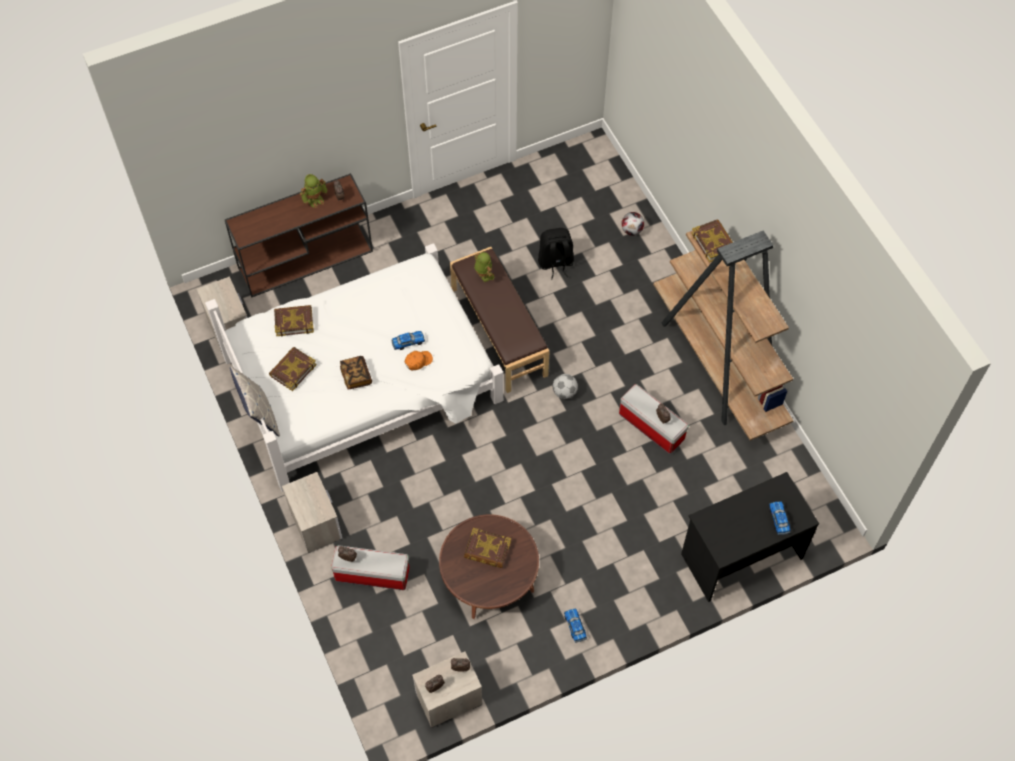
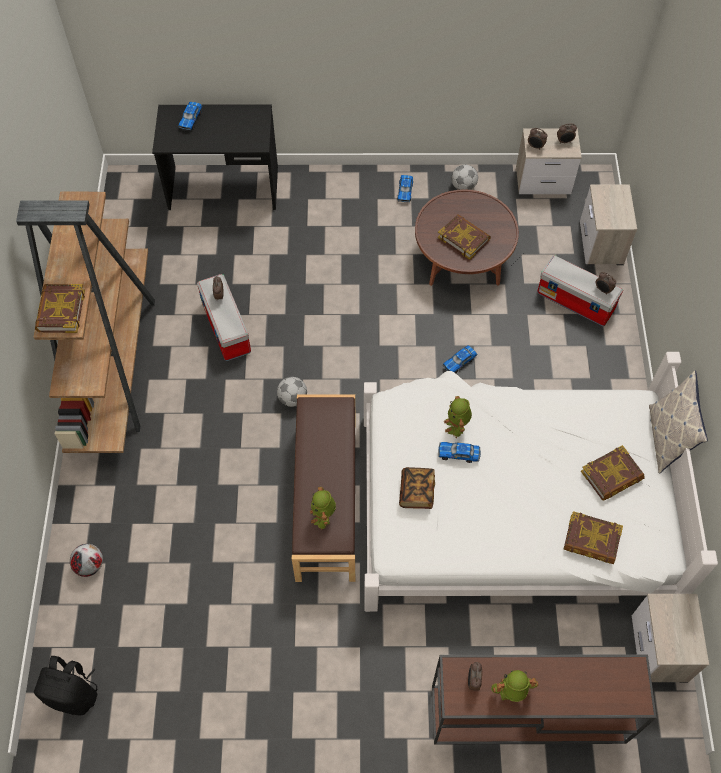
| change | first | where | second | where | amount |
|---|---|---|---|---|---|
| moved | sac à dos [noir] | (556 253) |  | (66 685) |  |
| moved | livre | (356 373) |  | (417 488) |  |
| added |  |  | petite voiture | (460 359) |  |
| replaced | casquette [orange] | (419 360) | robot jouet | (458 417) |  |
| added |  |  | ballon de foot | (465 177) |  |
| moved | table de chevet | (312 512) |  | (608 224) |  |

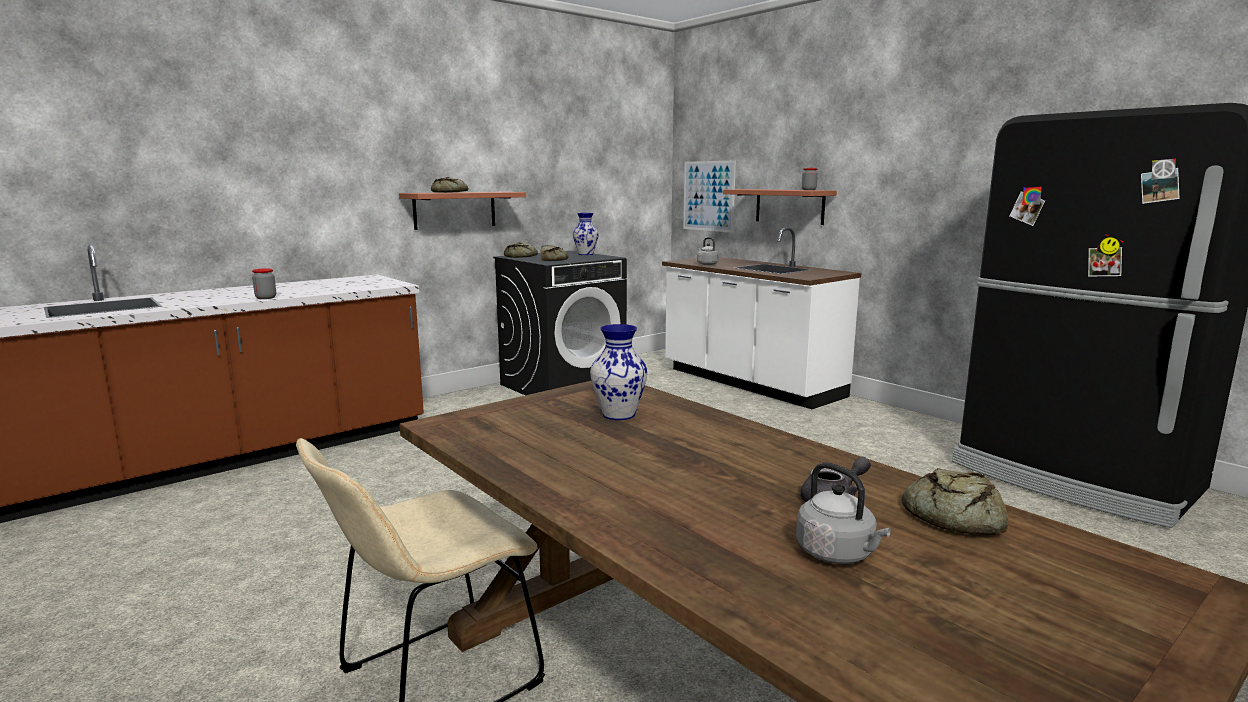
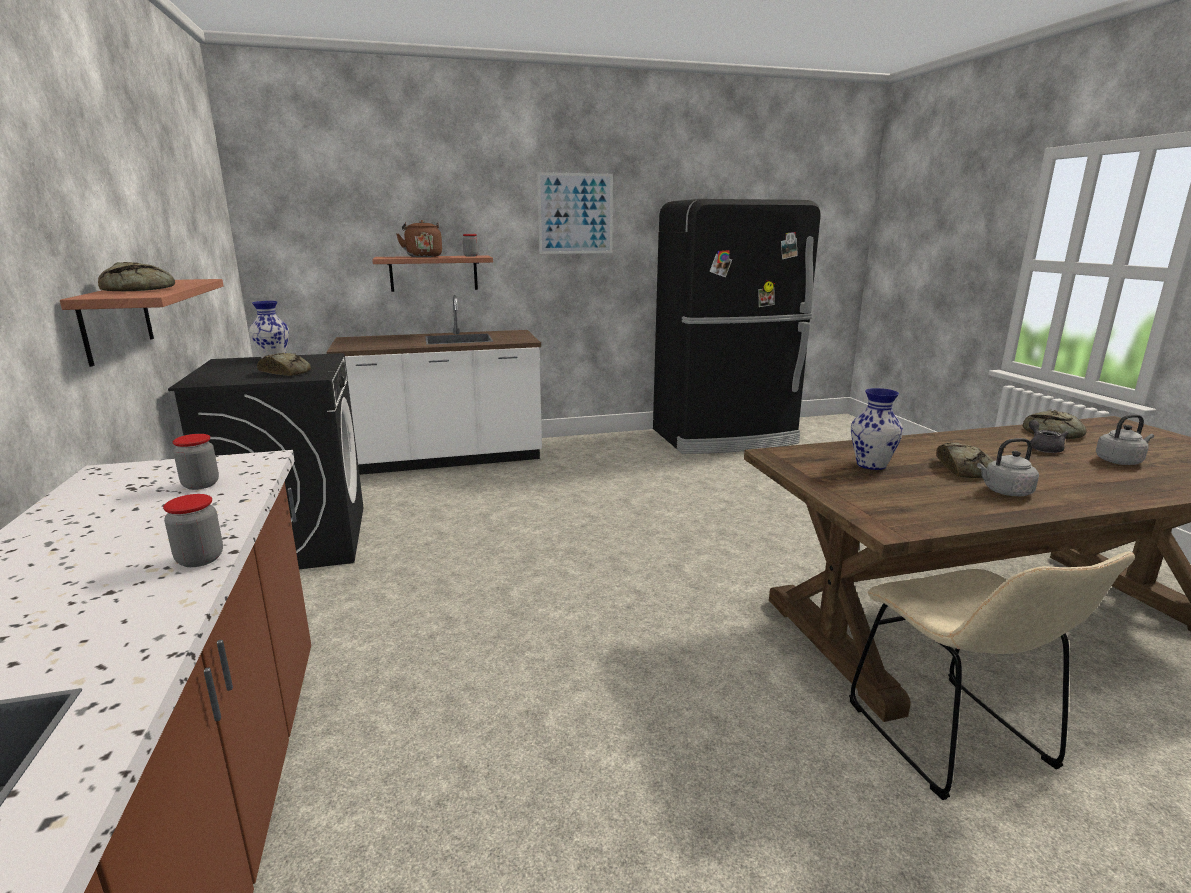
| change | first | where | second | where | amount |
|---|---|---|---|---|---|
| added |  |  | bocal | (195 462) |  |
| added |  |  | bouilloire [marron] | (419 238) |  |
| moved | tableau | (709 197) |  | (575 213) |  |
| moved | pain | (521 250) |  | (965 460) |  |
| moved | bouilloire [gris] | (708 251) |  | (1008 467) |  |

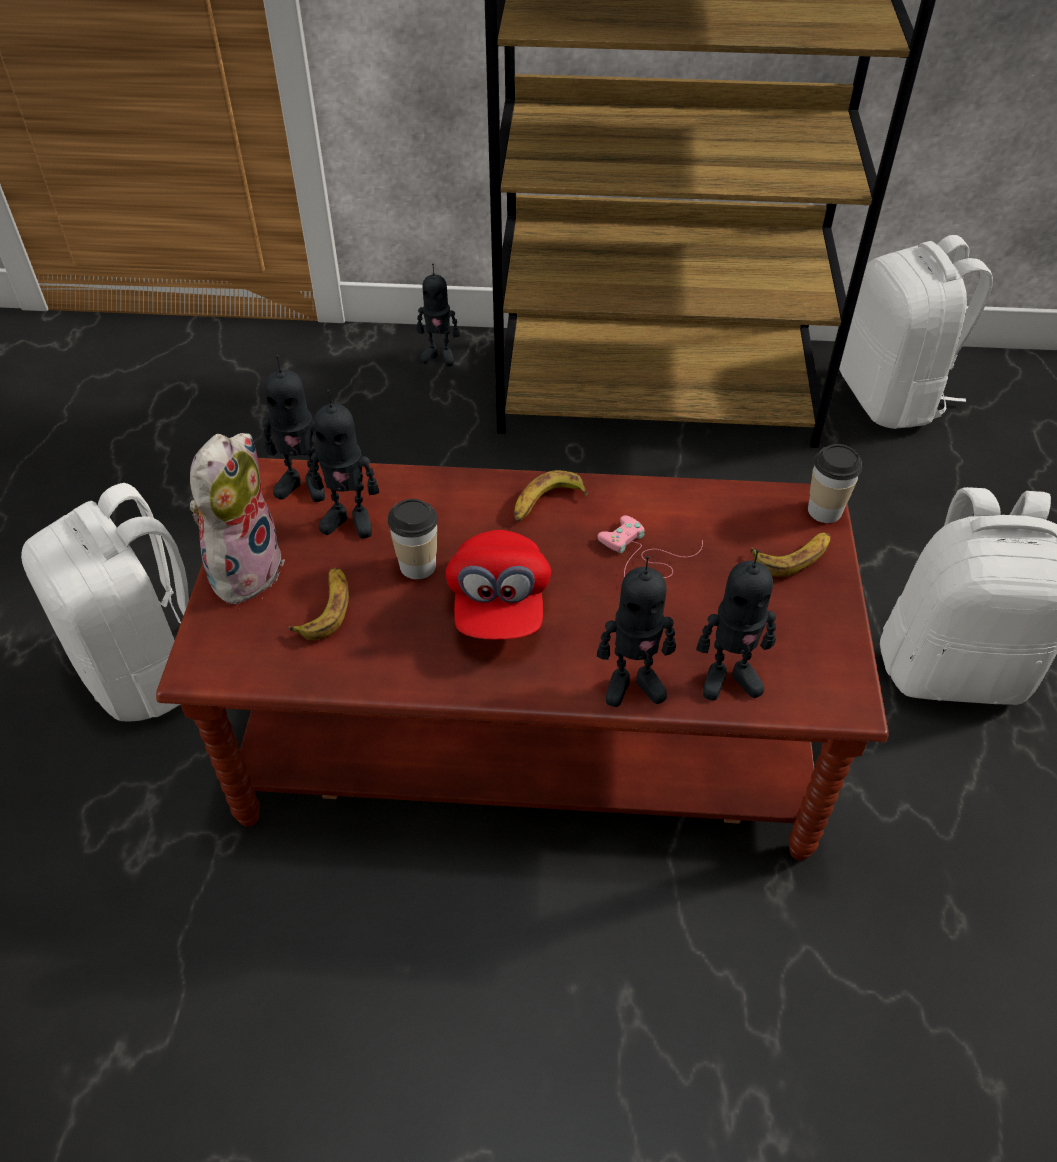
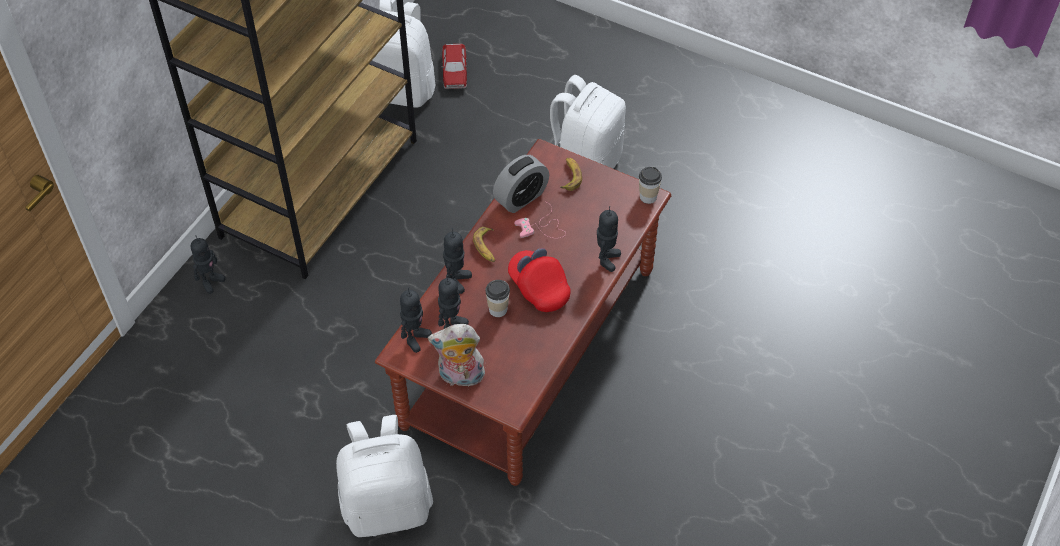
| change | first | where | second | where | amount |
|---|---|---|---|---|---|
| turned | peluche | (237 521) |  | (457 355) | 45 degrees counterclockwise |
| added |  |  | petite voiture | (454 66) |  |
| moved | robot jouet | (736 624) |  | (457 261) |  |
| added |  |  | réveil | (521 184) |  |
| turned | casquette [rouge] | (498 584) |  | (539 280) | 150 degrees counterclockwise |
| moved | tasse | (835 483) |  | (650 185) |  |
| removed | banane | (319 604) |  |  |  |

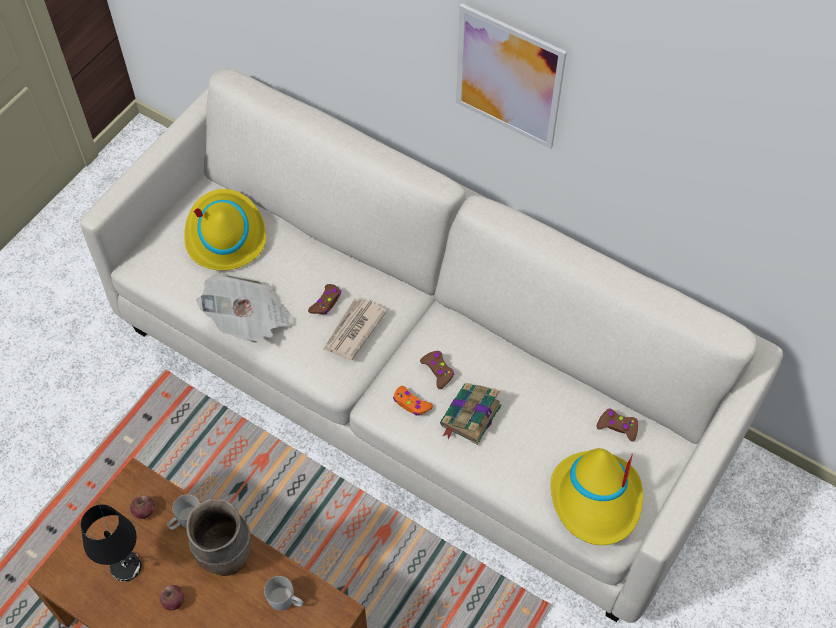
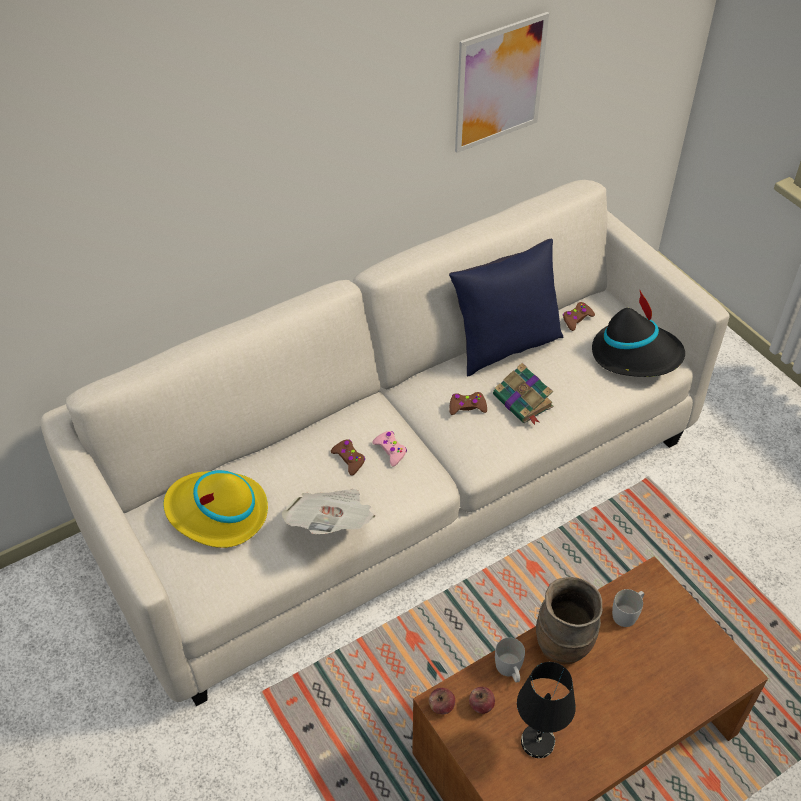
| change | first | where | second | where | amount |
|---|---|---|---|---|---|
| replaced | journal | (355 328) | manette [rose] | (390 449) |  |
| moved | pomme | (172 597) |  | (442 701) |  |
| added |  |  | coussin [bleu] | (506 307) |  |
| moved | tableau | (511 76) |  | (502 82) |  |
| recoloured | chapeau [jaune] | (596 496) | chapeau [noir] | (638 333) |  |
| removed | manette [orange] | (413 401) |  |  |  |

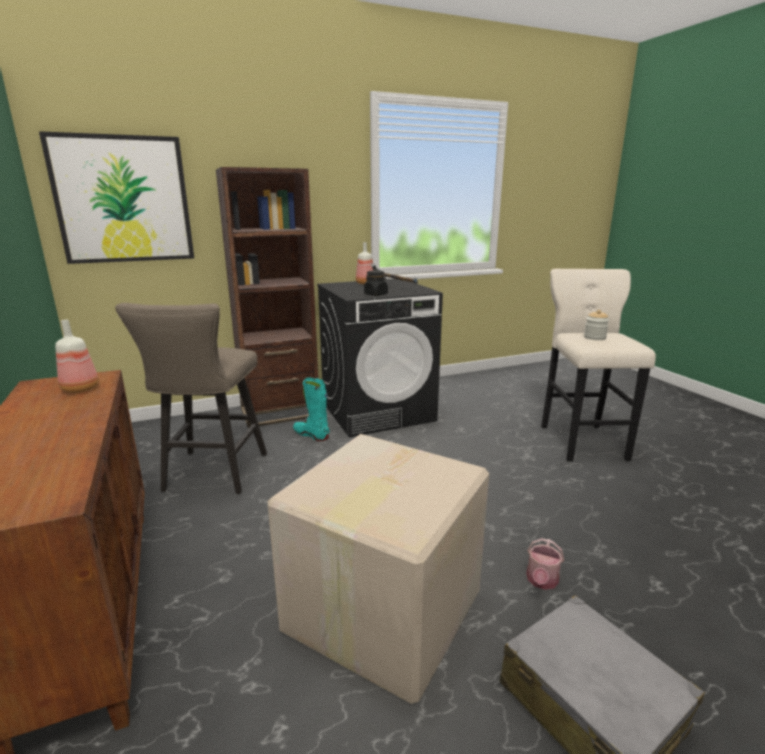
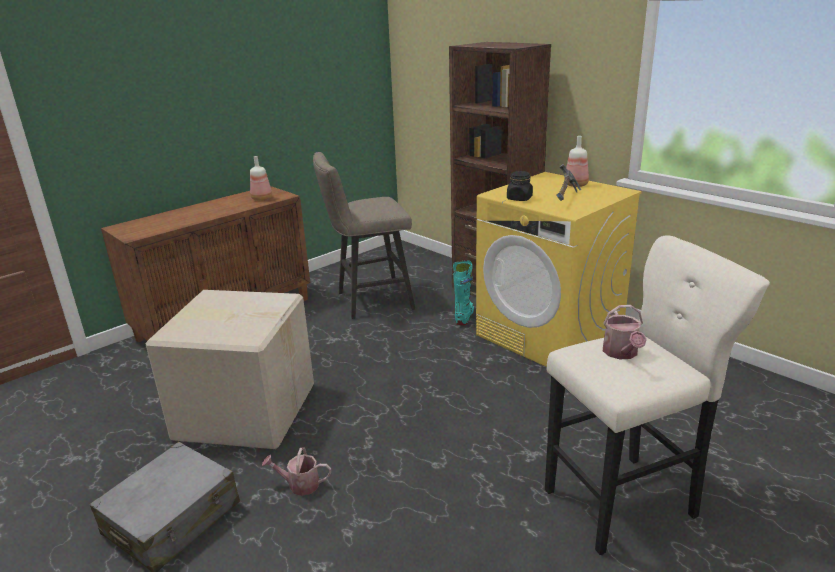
| change | first | where | second | where | amount |
|---|---|---|---|---|---|
| recoloured | lave-linge [noir] | (380 358) | lave-linge [jaune] | (559 269) |  |
| replaced | bocal | (596 325) | arrosoir | (625 332) |  |
| removed | tableau | (116 197) |  |  |  |

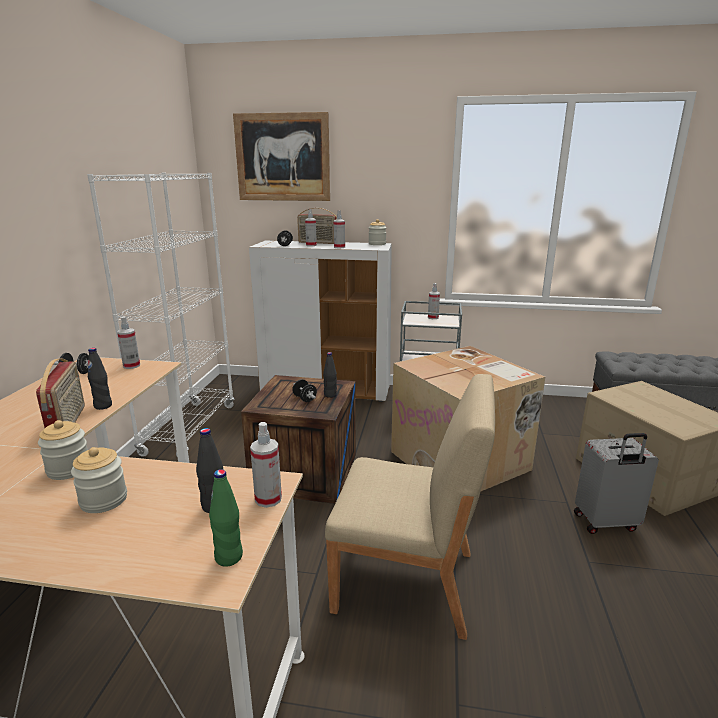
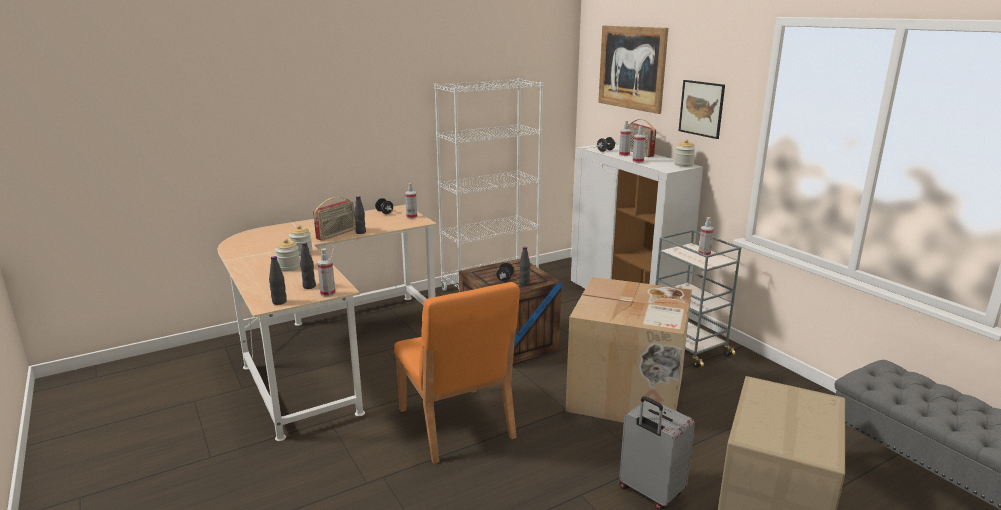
| change | first | where | second | where | amount |
|---|---|---|---|---|---|
| recoloured | bouteille [vert] | (226 518) | bouteille [noir] | (278 280) |  |
| recoloured | chaise [beige] | (410 507) | chaise [orange] | (457 373) |  |
| added |  |  | tableau | (702 109) |  |

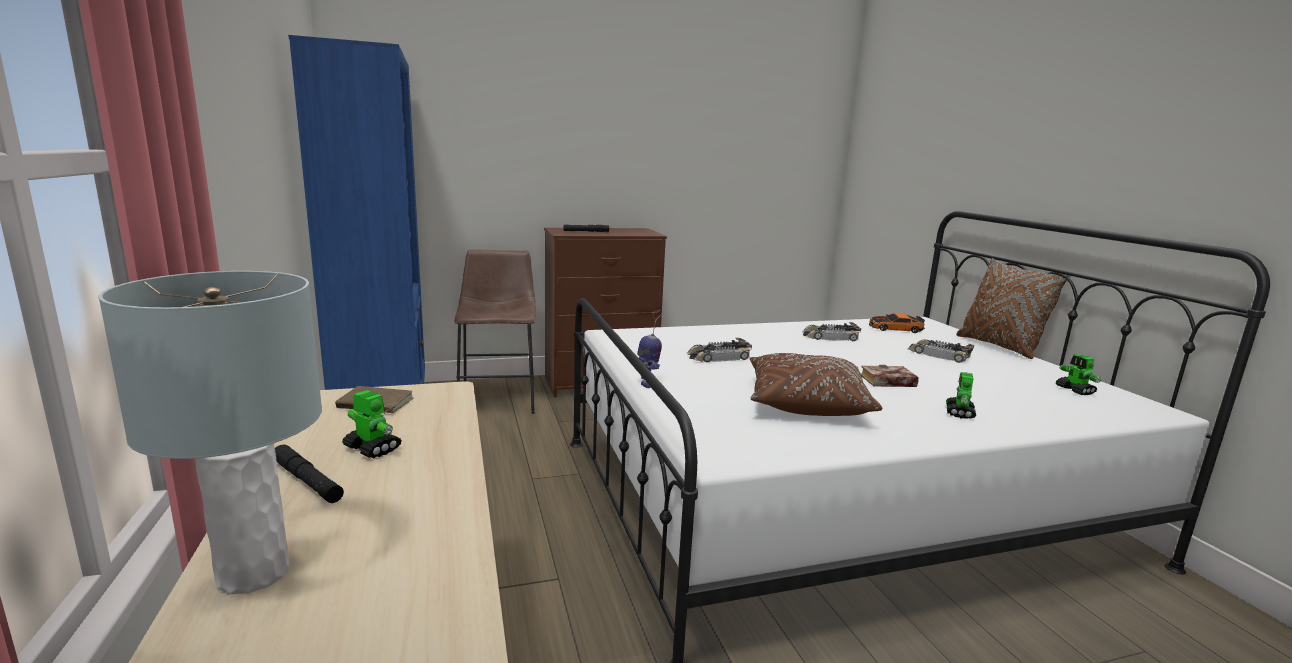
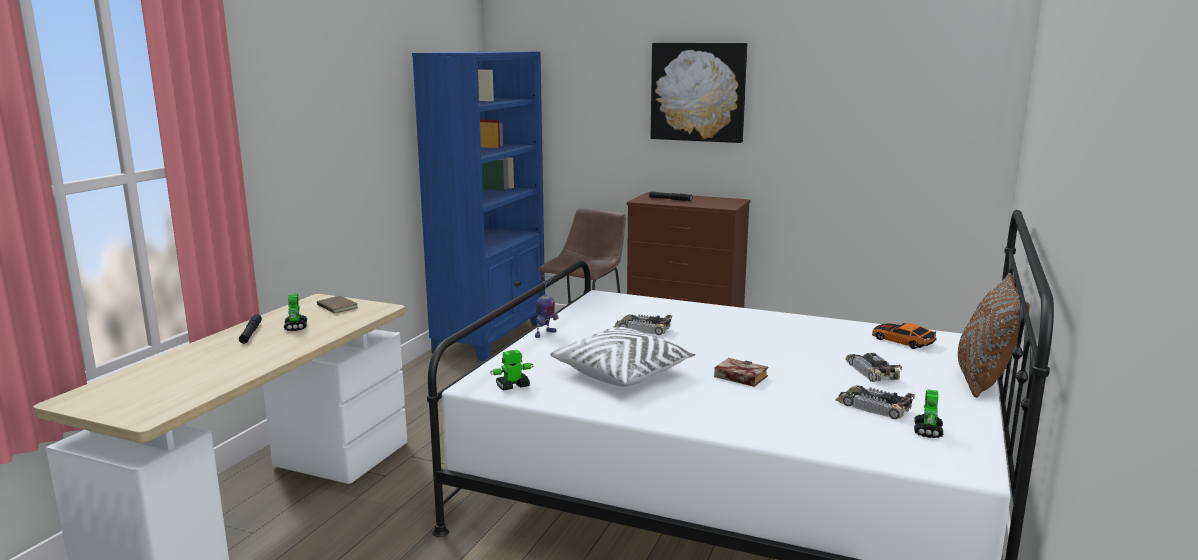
| change | first | where | second | where | amount |
|---|---|---|---|---|---|
| moved | robot jouet | (961 395) |  | (511 370) |  |
| recoloured | coussin [marron] | (816 384) | coussin [blanc] | (622 356) |  |
| added |  |  | tableau | (699 93) |  |
| moved | petite voiture | (831 331) |  | (875 402) |  |
| removed | lampe de table [gris] | (210 432) |  |  |  |

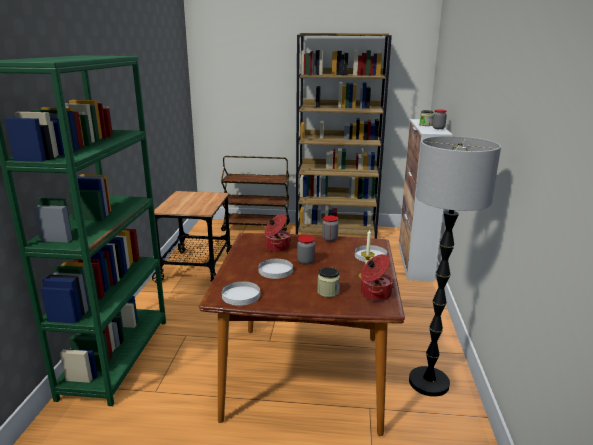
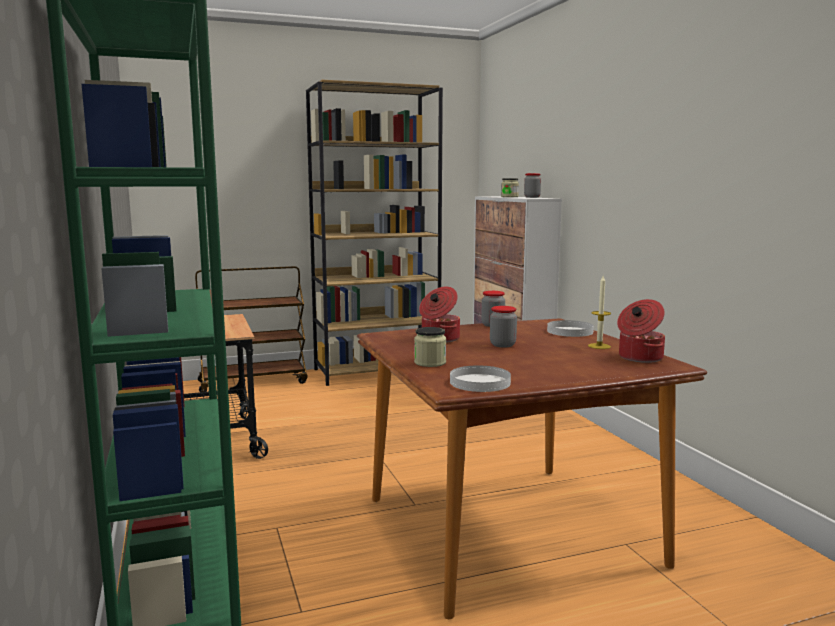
| change | first | where | second | where | amount |
|---|---|---|---|---|---|
| moved | bocal | (328 282) |  | (430 347) |  |
| removed | assiette [blanc] | (275 269) |  |  |  |
| removed | lampadaire | (455 266) |  |  |  |

